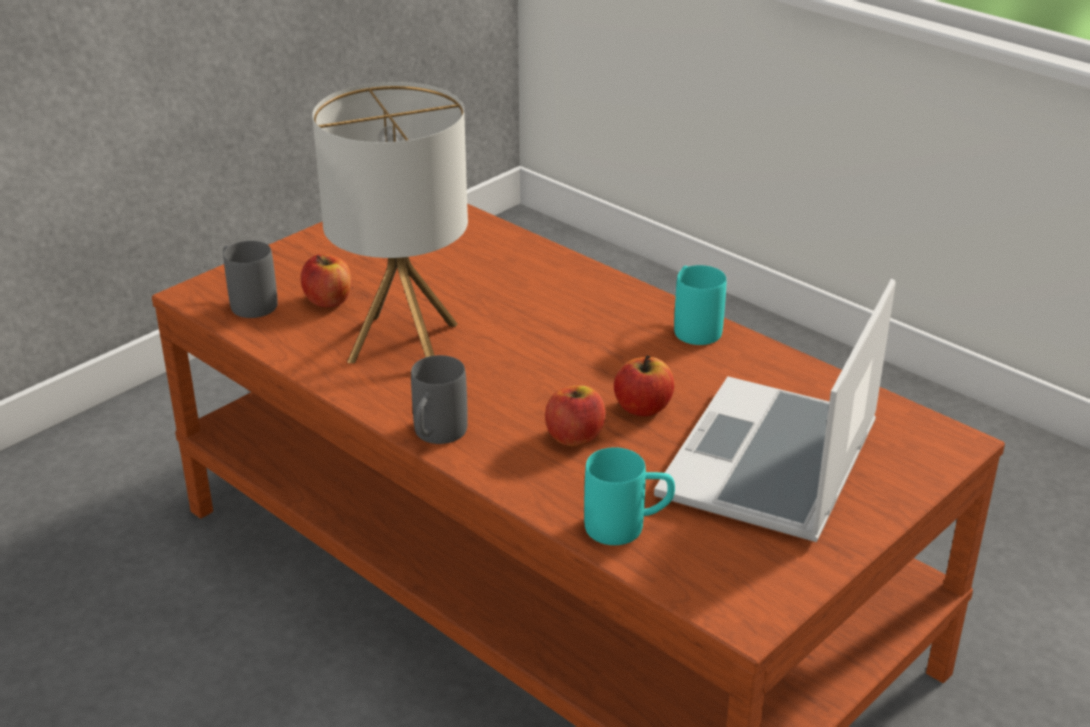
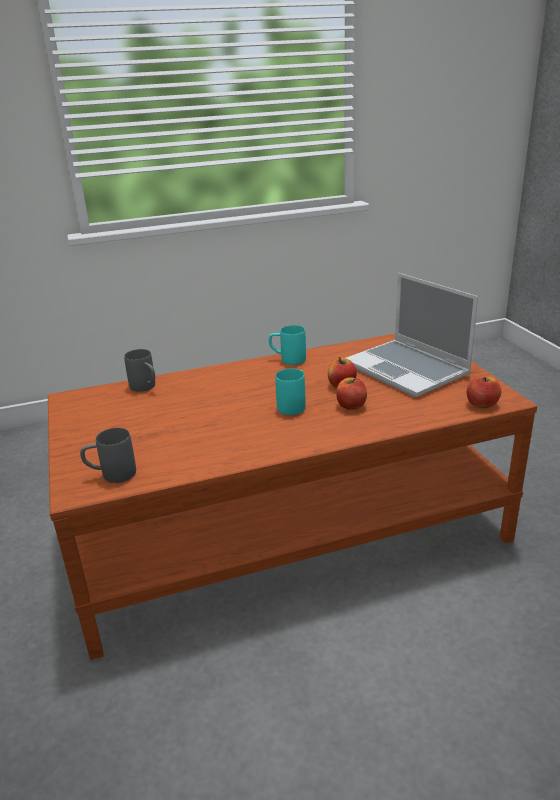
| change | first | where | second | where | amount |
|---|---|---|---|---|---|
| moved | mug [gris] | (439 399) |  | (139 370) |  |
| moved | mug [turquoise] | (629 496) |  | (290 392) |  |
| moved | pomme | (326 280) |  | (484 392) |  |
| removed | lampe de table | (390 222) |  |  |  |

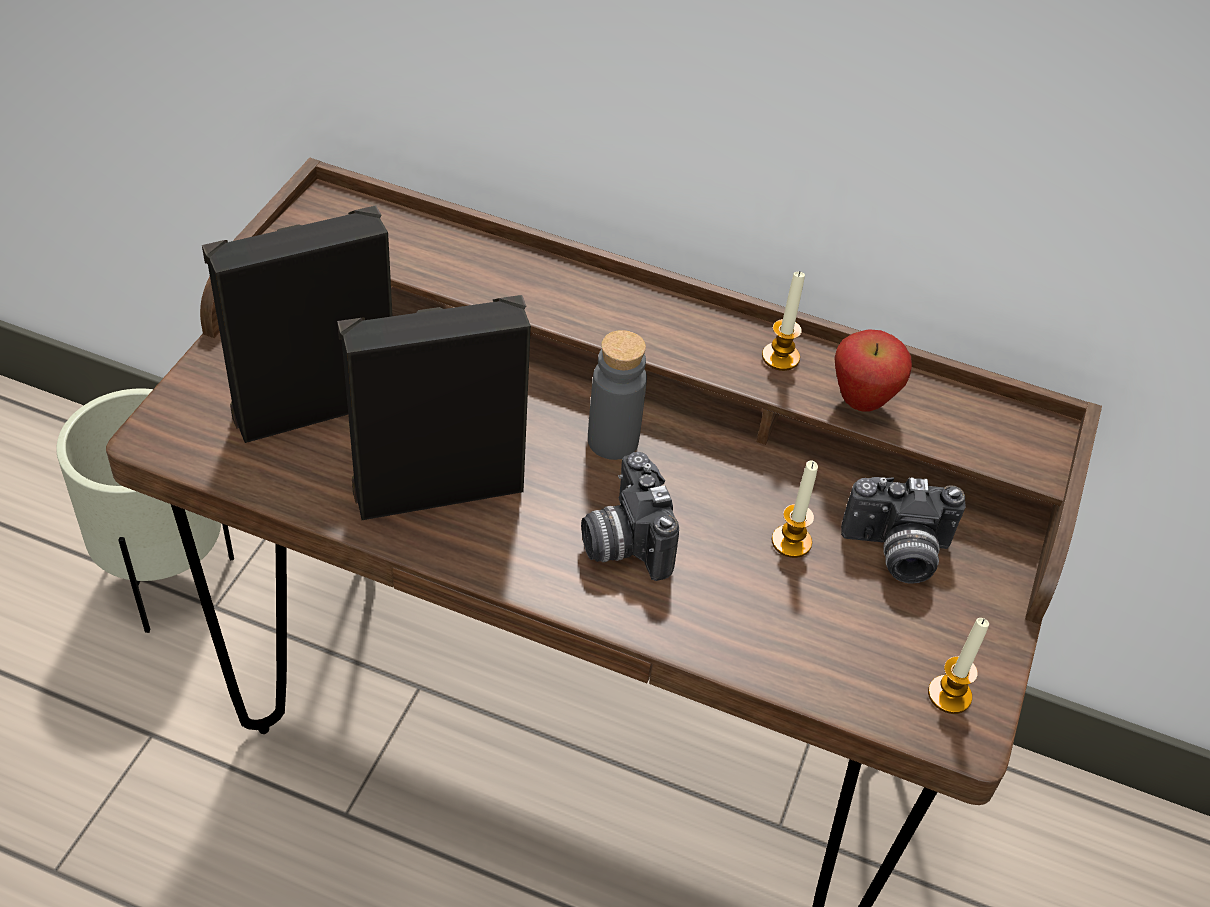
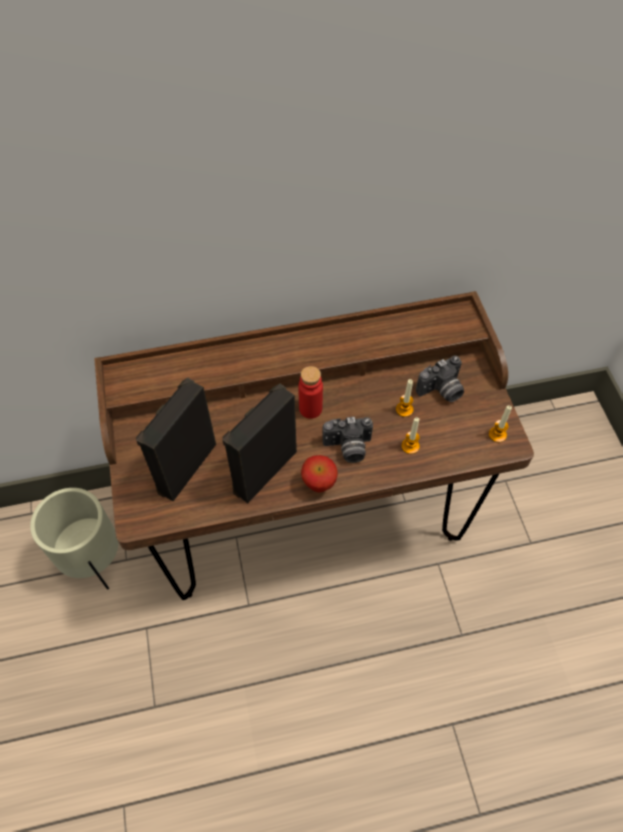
| change | first | where | second | where | amount |
|---|---|---|---|---|---|
| recoloured | bouteille [gris] | (617 395) | bouteille [rouge] | (310 392) |  |
| moved | pomme | (873 370) |  | (319 473) |  |
| turned | appareil photo | (630 516) |  | (348 440) | 45 degrees counterclockwise |
| moved | bougie | (783 321) |  | (410 435) |  |

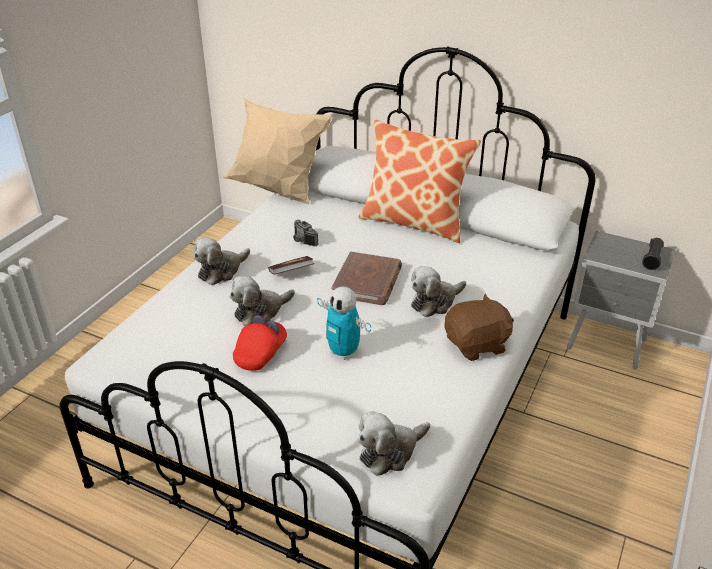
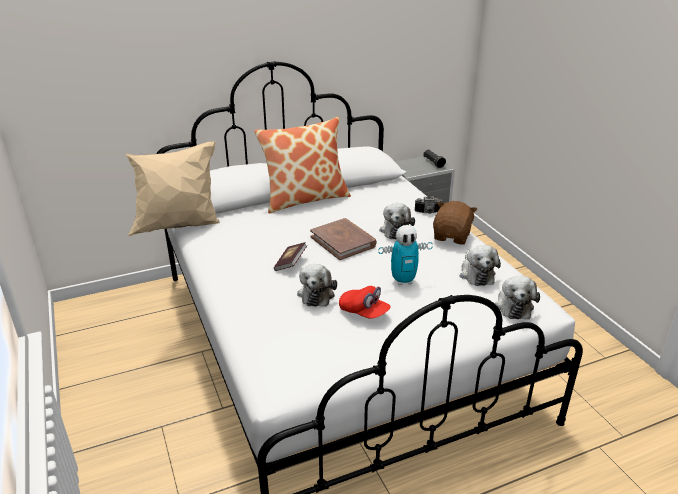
| change | first | where | second | where | amount |
|---|---|---|---|---|---|
| turned | casquette [rouge] | (260 343) |  | (364 302) | 150 degrees clockwise |
| moved | appareil photo | (305 233) |  | (429 205) |  |
| moved | peluche | (222 261) |  | (480 265) |  |

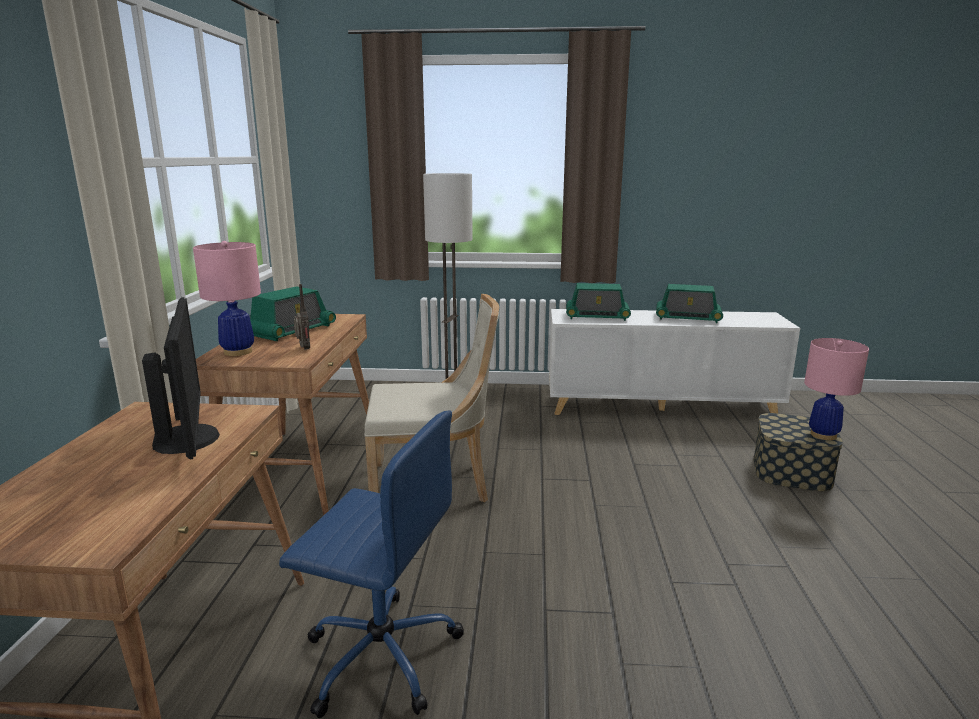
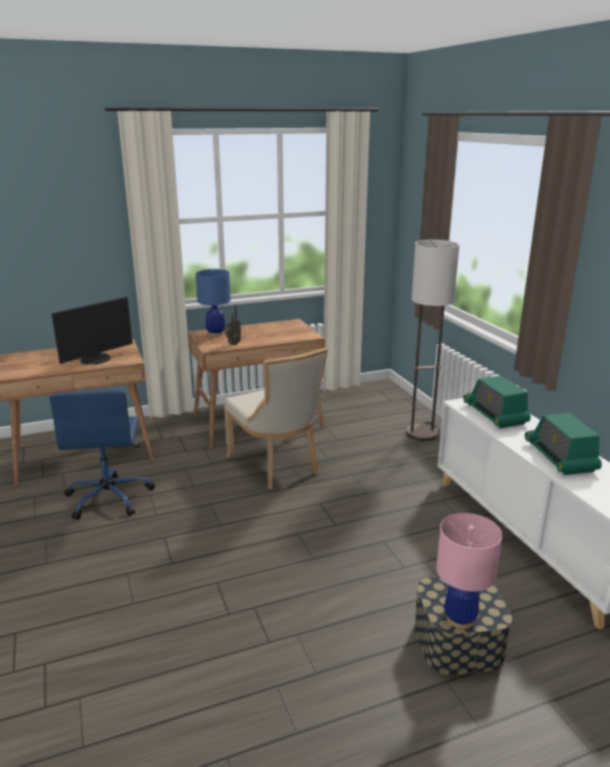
| change | first | where | second | where | amount |
|---|---|---|---|---|---|
| recoloured | lampe de table [rose] | (227 298) | lampe de table [bleu] | (213 302) |  |
| removed | radio | (293 313) |  |  |  |

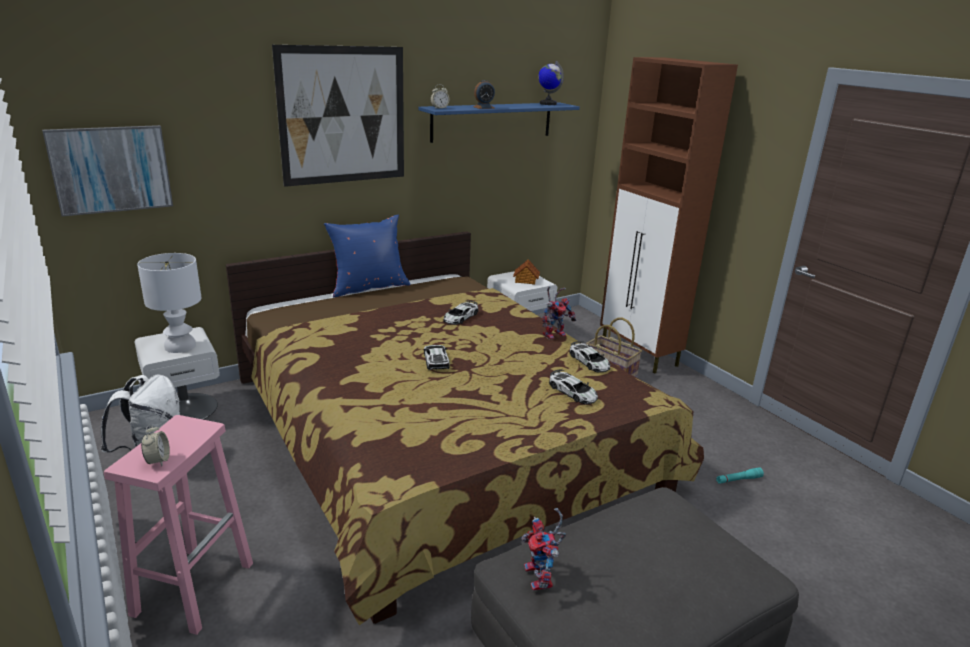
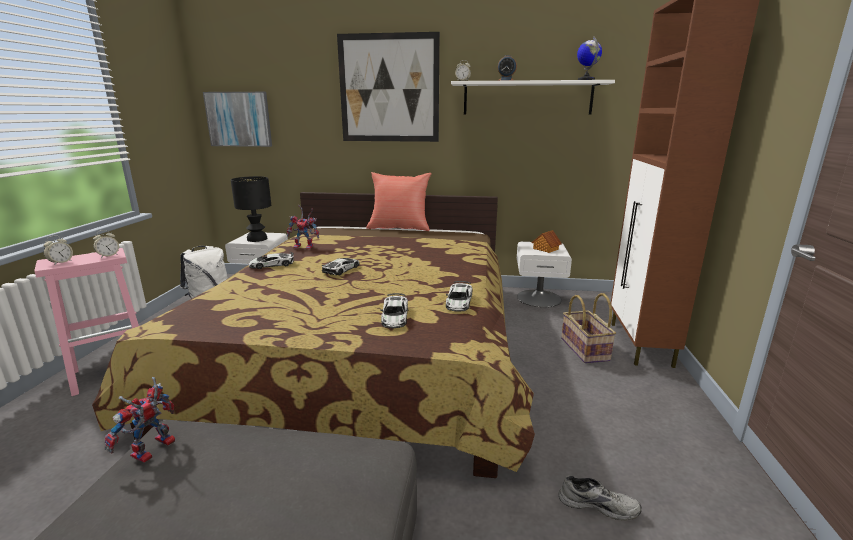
| change | first | where | second | where | amount |
|---|---|---|---|---|---|
| added |  |  | réveil | (106 244) |  |
| recoloured | lampe de table [blanc] | (169 303) | lampe de table [noir] | (251 209) |  |
| moved | petite voiture | (460 312) |  | (271 260) |  |
| moved | robot jouet | (559 313) |  | (303 227) |  |
| recoloured | coussin [bleu] | (367 256) | coussin [rouge] | (399 201) |  |
| recoloured | étagère [bleu] | (499 123) | étagère [blanc] | (533 97) |  |
| replaced | lampe de poche [turquoise] | (740 476) | chaussure [gris] | (600 498) |  |

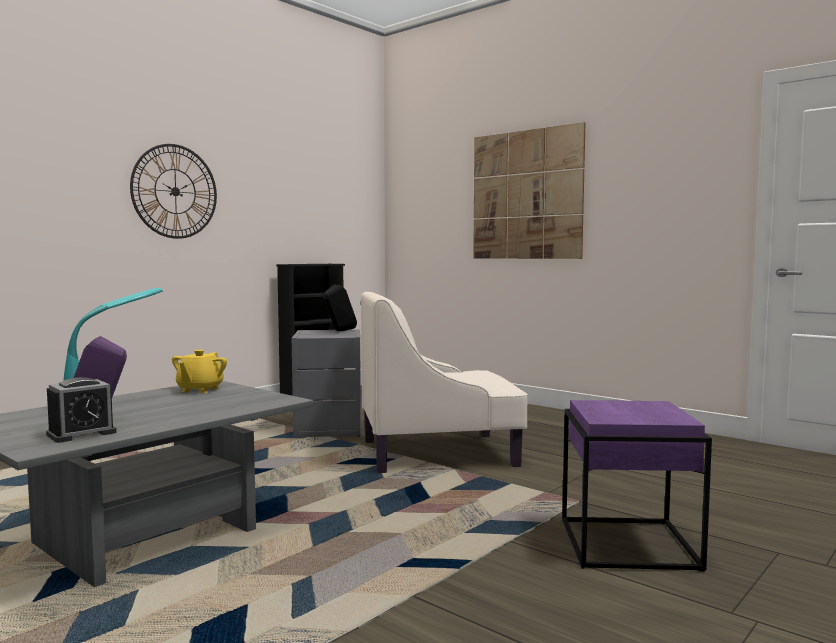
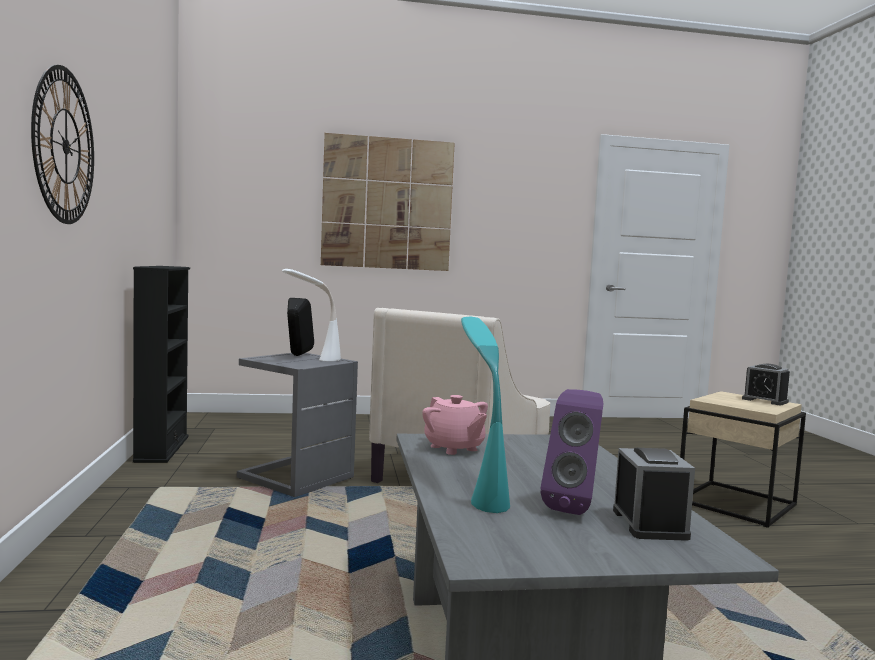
| change | first | where | second | where | amount |
|---|---|---|---|---|---|
| added |  |  | lampe de table [blanc] | (311 315) |  |
| recoloured | théière [jaune] | (199 371) | théière [rose] | (455 425) |  |
| recoloured | table d'appoint [violet] | (637 485) | table d'appoint [beige] | (743 459) |  |
| added |  |  | réveil | (766 384) |  |

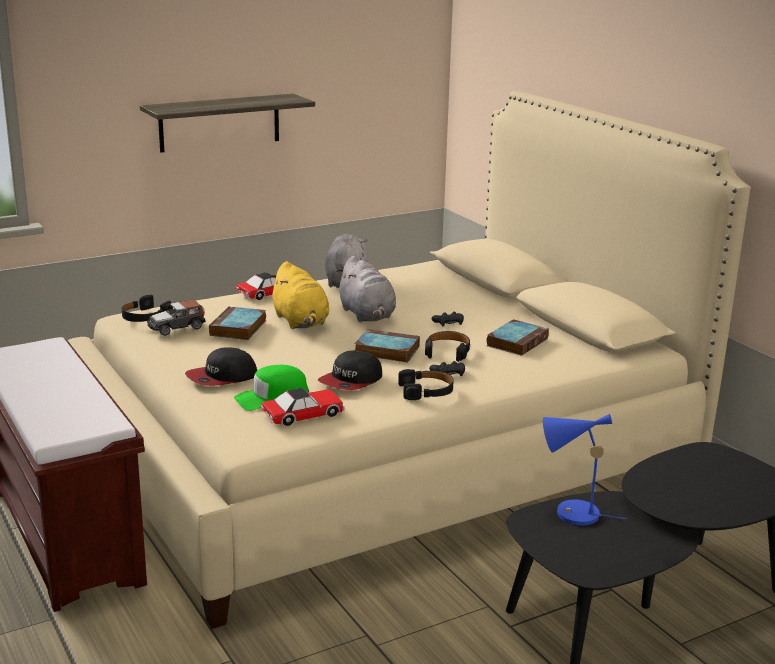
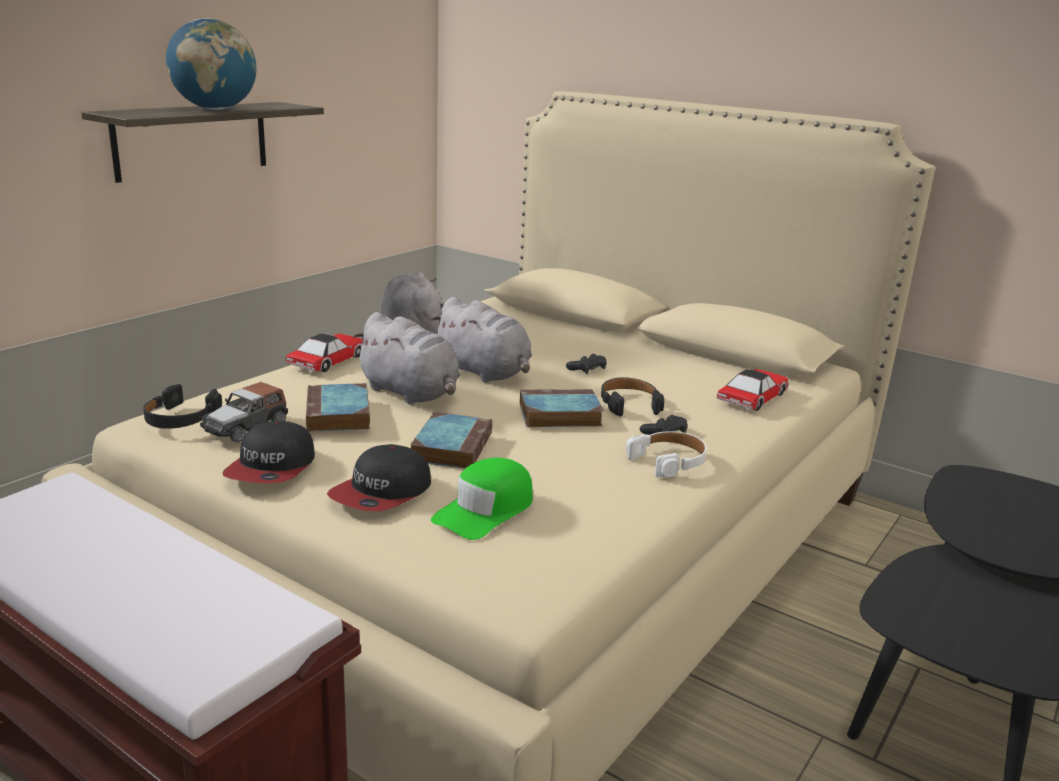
| change | first | where | second | where | amount |
|---|---|---|---|---|---|
| added |  |  | globe | (211 64) |  |
| moved | casquette | (350 370) |  | (268 452) |  |
| recoloured | peluche [jaune] | (299 295) | peluche [gris] | (406 358) |  |
| moved | livre | (518 337) |  | (451 440) |  |
| recoloured | casque audio [noir] | (426 384) | casque audio [blanc] | (666 454) |  |
| moved | petite voiture | (303 407) |  | (753 390) |  |
| removed | lampe de table [bleu] | (585 469) |  |  |  |

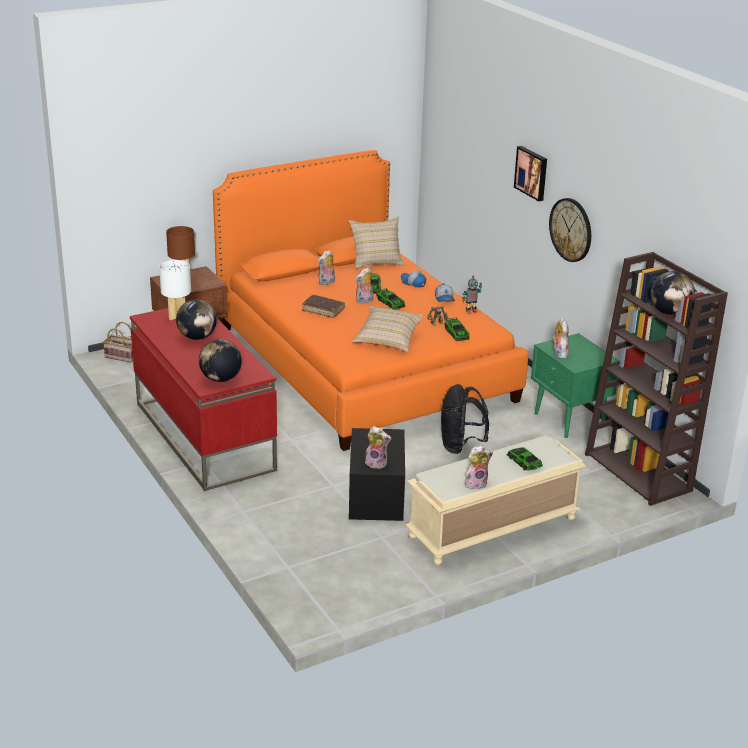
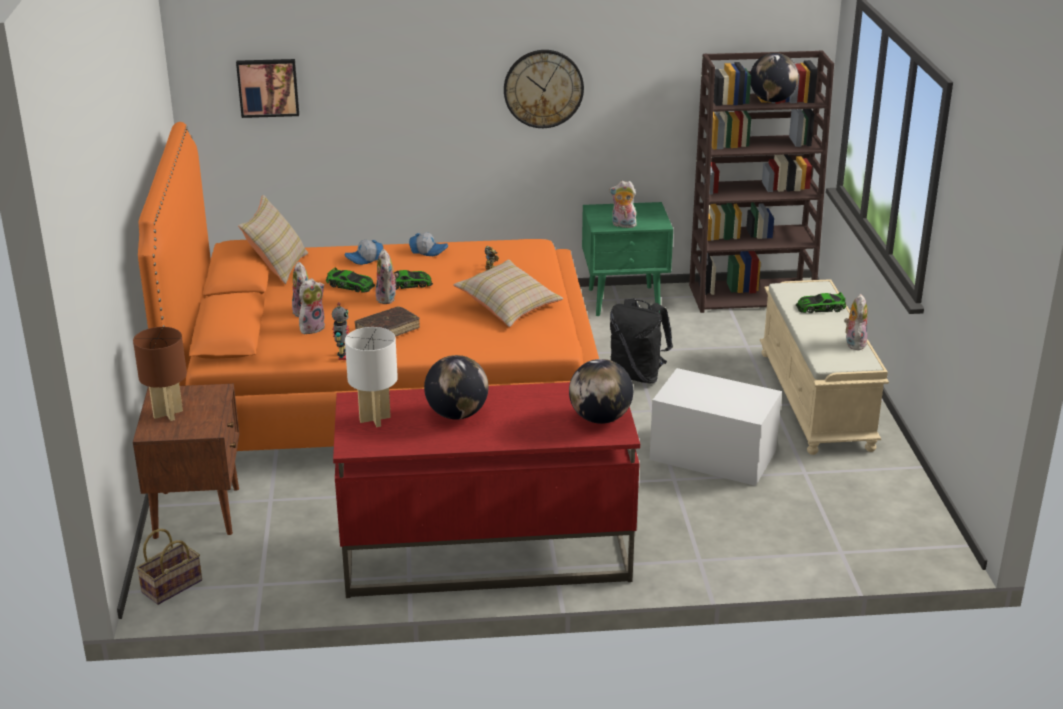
| change | first | where | second | where | amount |
|---|---|---|---|---|---|
| moved | tableau | (530 173) |  | (267 88) |  |
| moved | peluche | (378 447) |  | (312 306) |  |
| moved | robot jouet | (472 295) |  | (340 331) |  |
| recoloured | boîte de rangement [noir] | (377 474) | boîte de rangement [blanc] | (716 427) |  |
| removed | petite voiture | (457 329) |  |  |  |

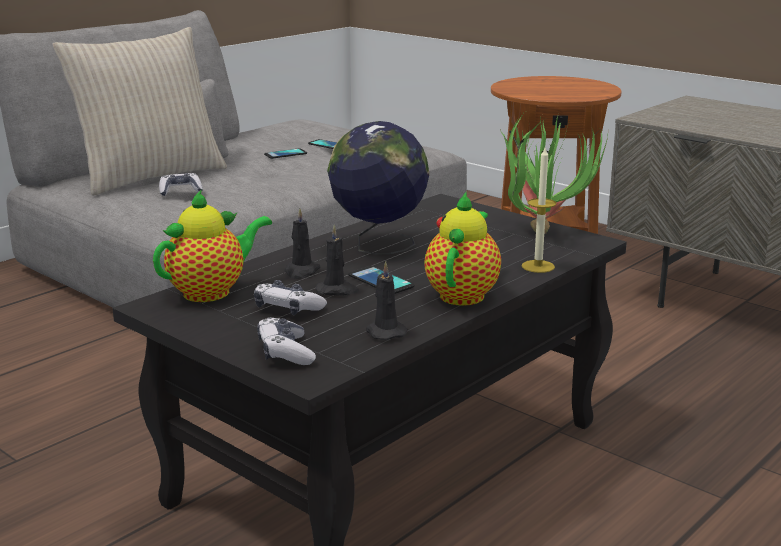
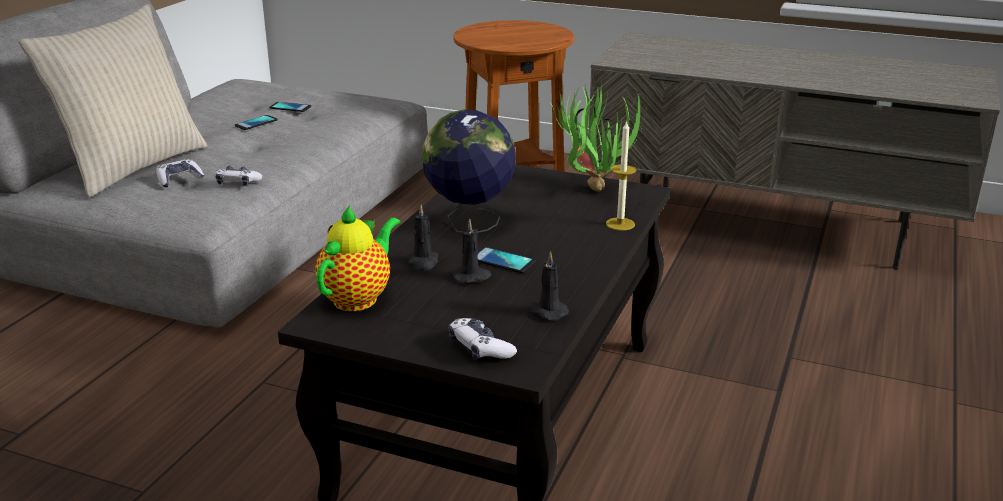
| change | first | where | second | where | amount |
|---|---|---|---|---|---|
| moved | manette | (290 297) |  | (239 176) |  |
| removed | théière | (462 249) |  |  |  |

